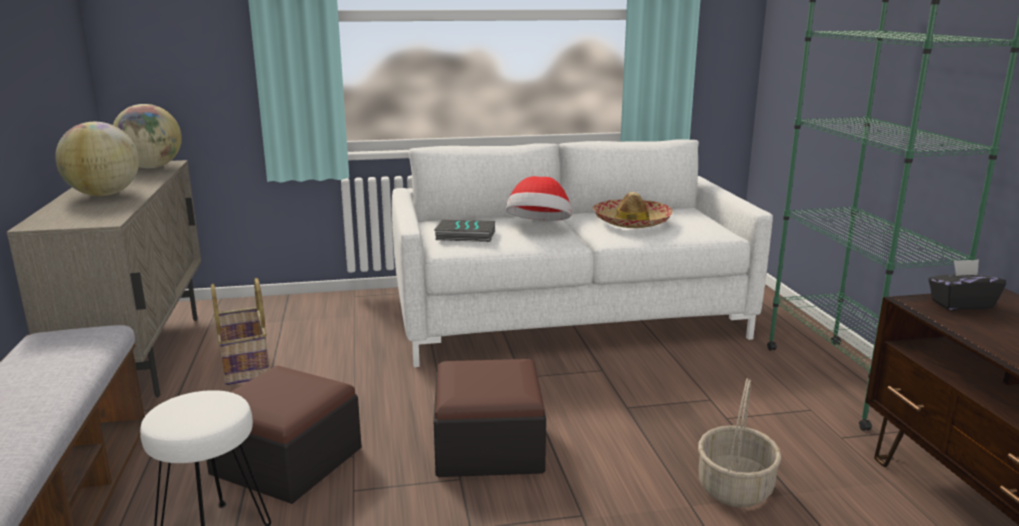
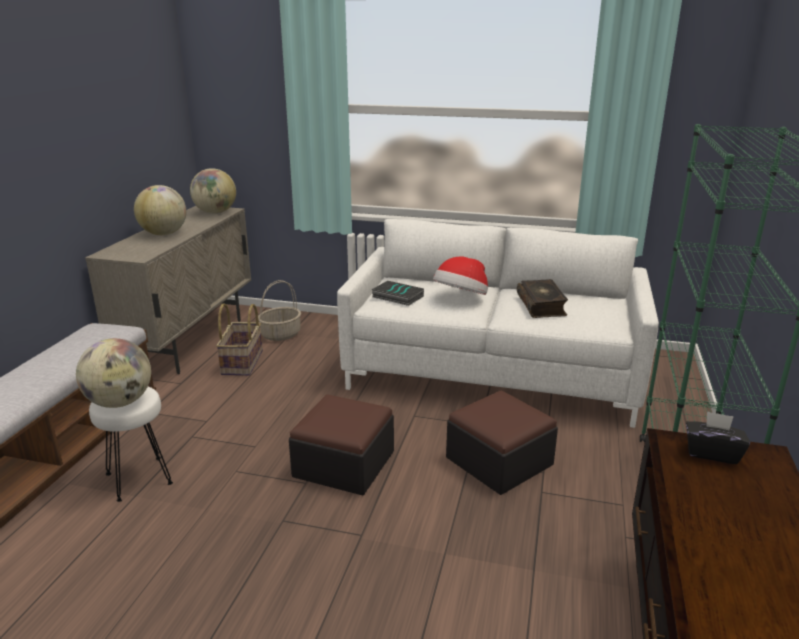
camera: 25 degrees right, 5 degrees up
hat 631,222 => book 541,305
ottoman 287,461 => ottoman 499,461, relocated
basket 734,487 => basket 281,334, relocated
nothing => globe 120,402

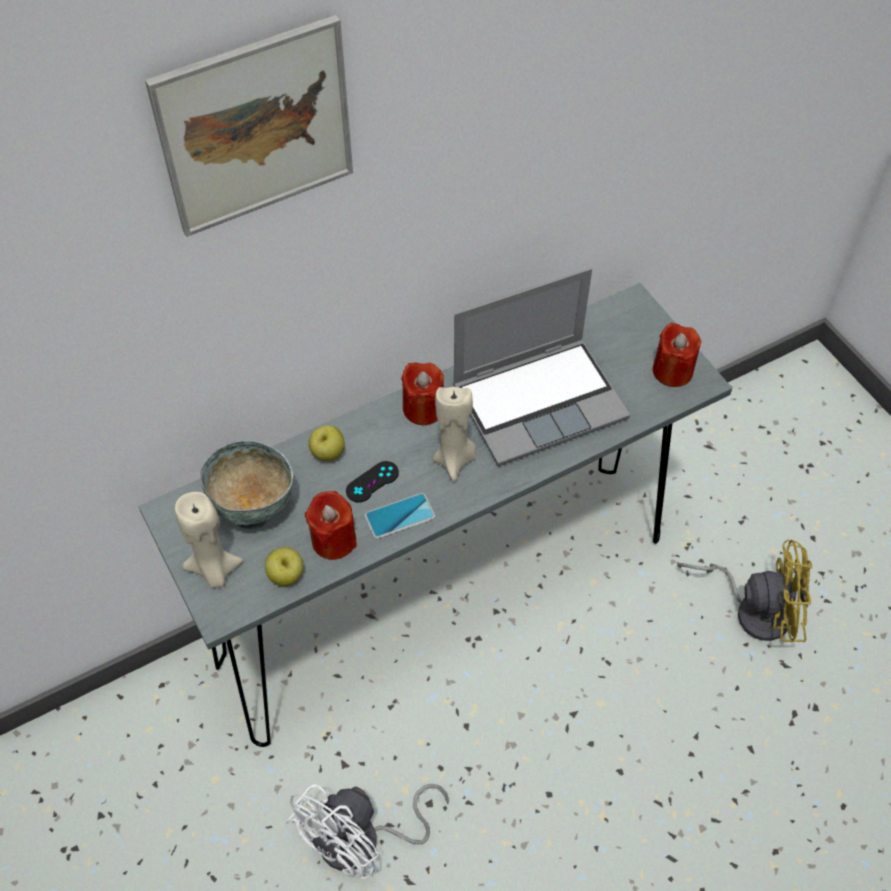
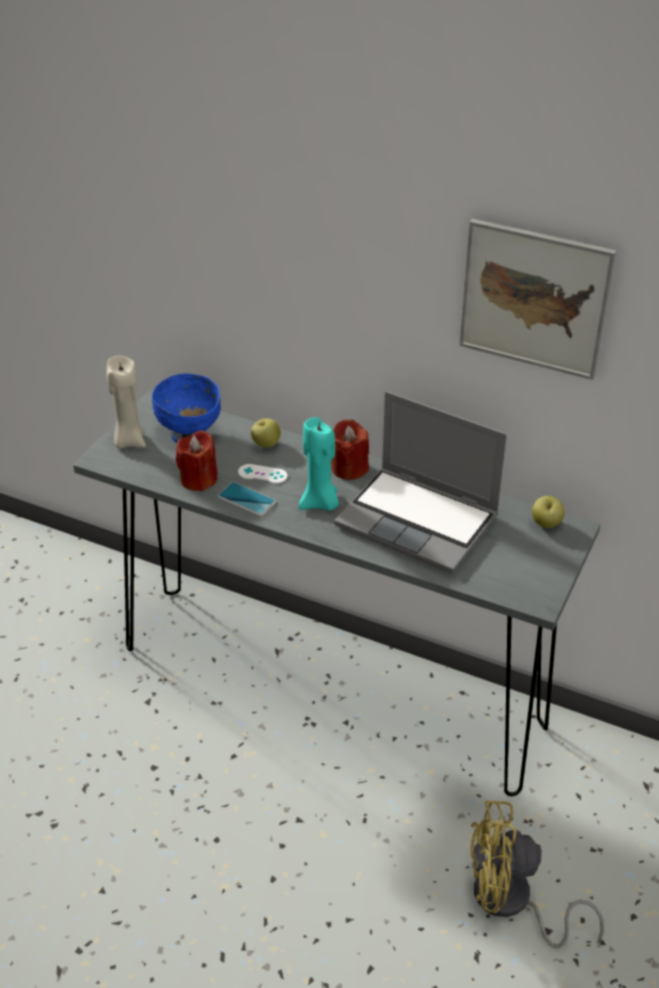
camera: 55 degrees right, 15 degrees down
picture 256,127 => picture 534,299, relocated
red candle 672,371 => nothing
beige candle 454,460 => turquoise candle 320,503
grey bowl 254,509 => blue bowl 190,434
black game controller 372,482 => white game controller 262,474
yellow fan 753,609 => yellow fan 511,903, 120 degrees clockwise
apple 286,575 => apple 546,524, relocated
white fan 362,842 => nothing

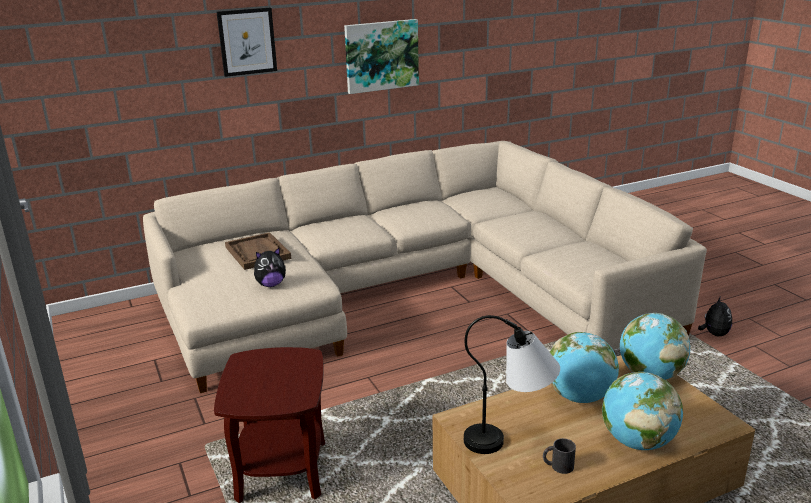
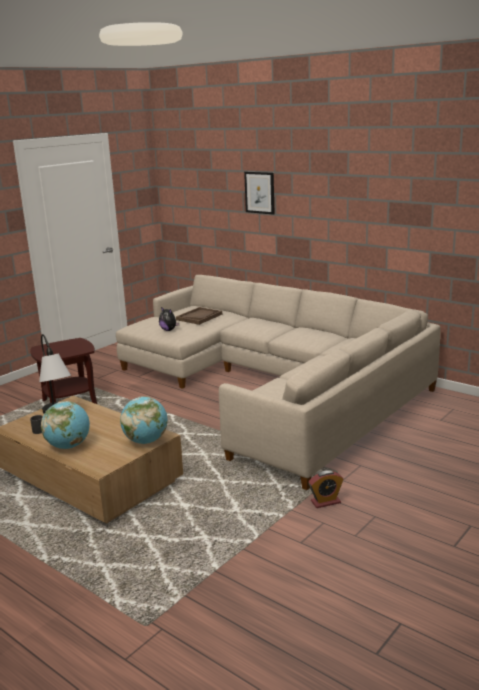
camera: 65 degrees right, 5 degrees down
picture 381,55 => nothing
plush toy 714,334 => alarm clock 325,502
globe 579,397 => nothing

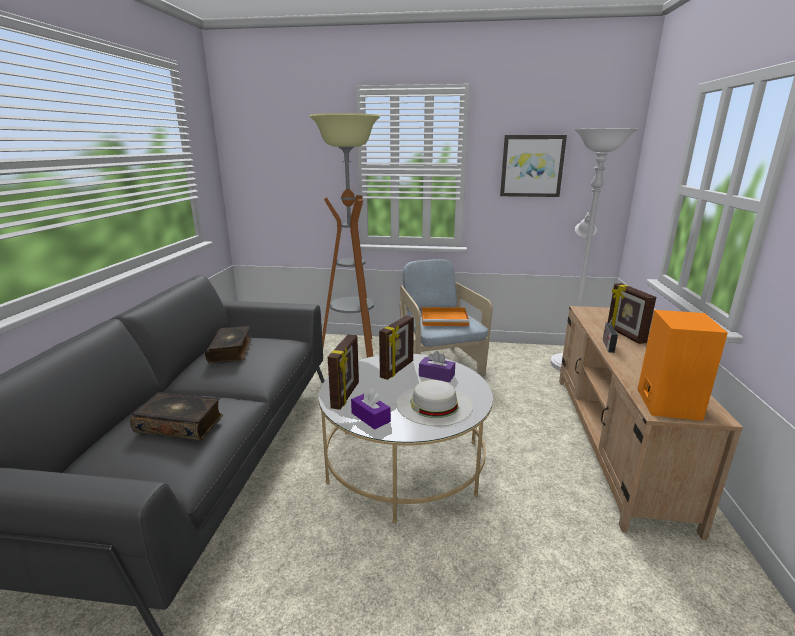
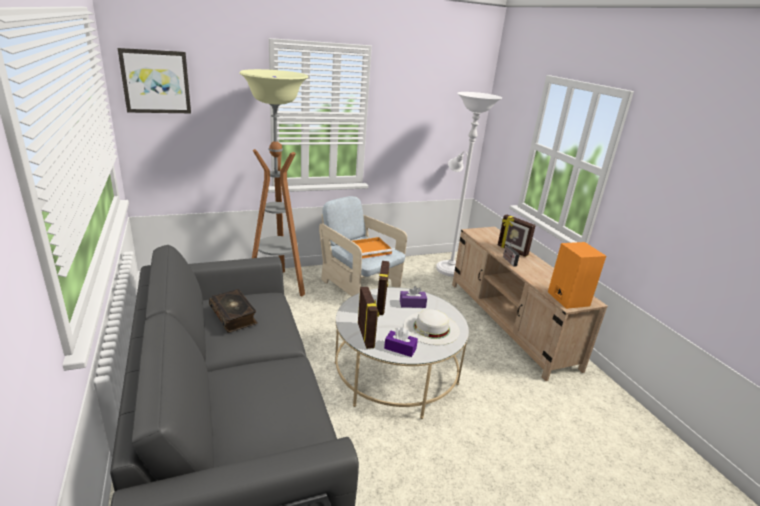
camera: 30 degrees left, 5 degrees up
picture 532,166 => picture 156,81, relocated
book 180,424 => nothing

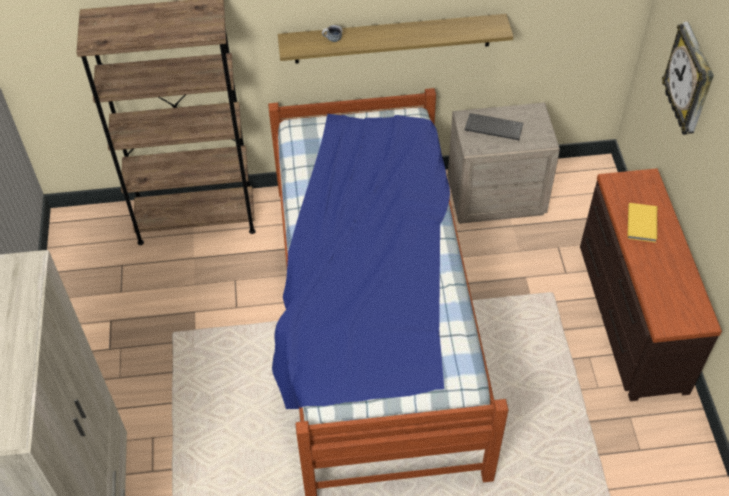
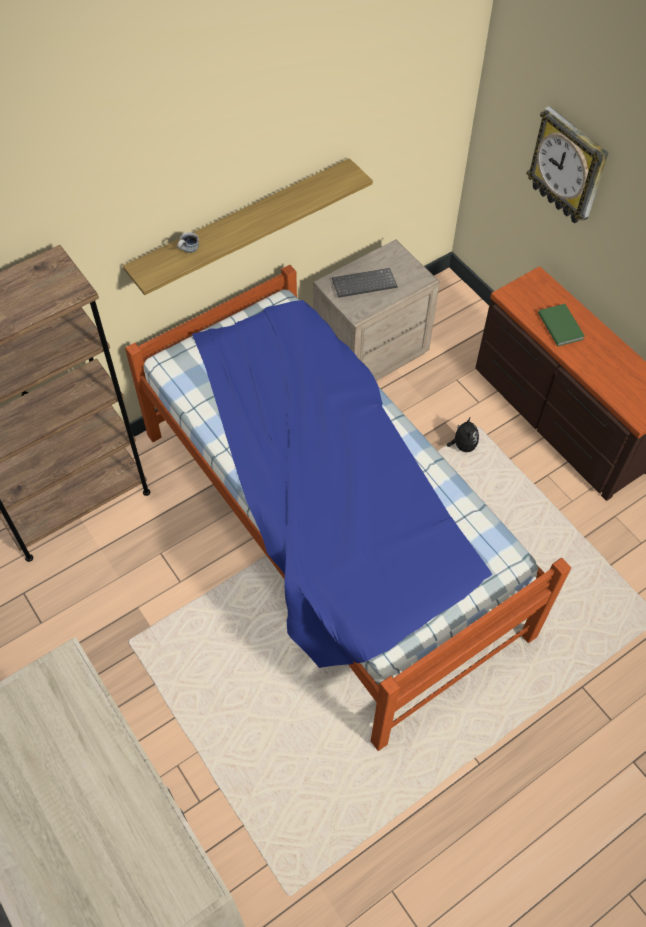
camera: 30 degrees left, 5 degrees up
yellow book 643,223 => green book 561,325
nothing => plush toy 463,445

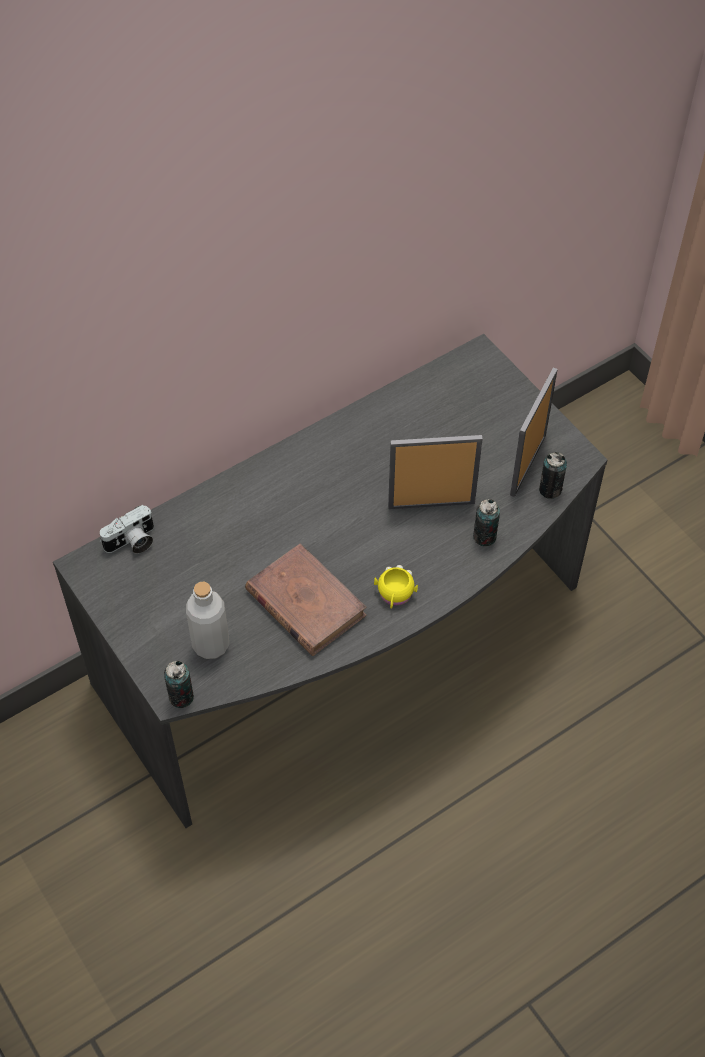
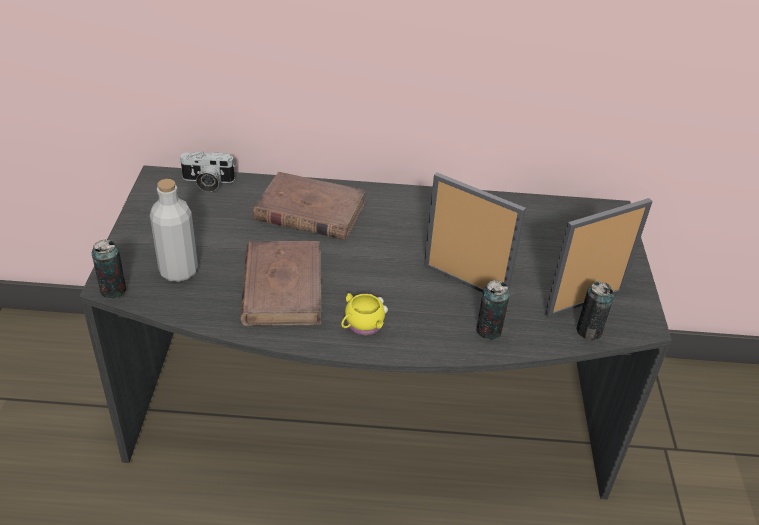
camera: 35 degrees right, 15 degrees down
nothing => brown book 309,211

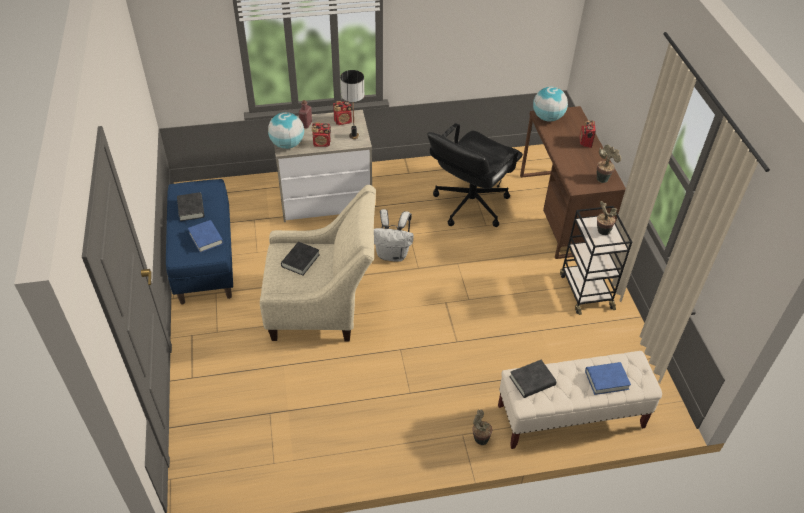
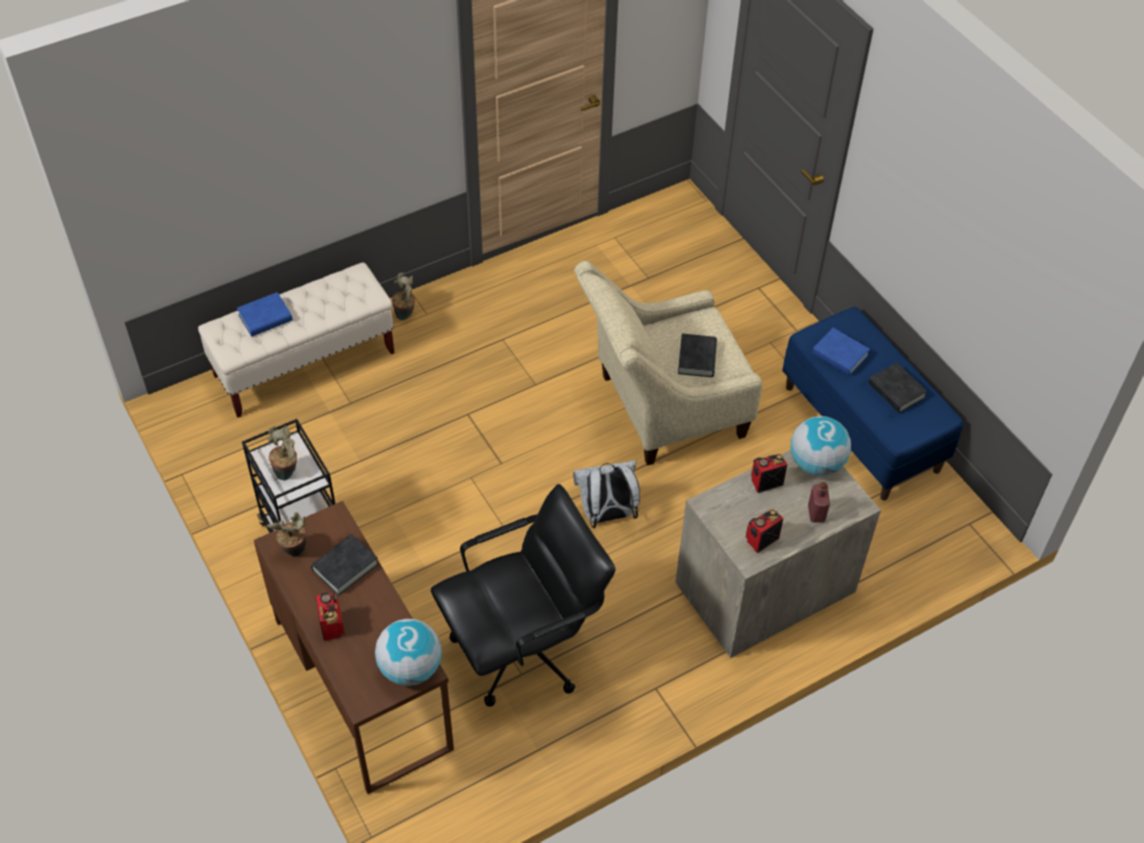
camera: 160 degrees right, 5 degrees up
table lamp 353,136 => nothing
black office chair 469,204 => black office chair 523,649, 45 degrees clockwise
black book 532,381 => black book 345,567, relocated

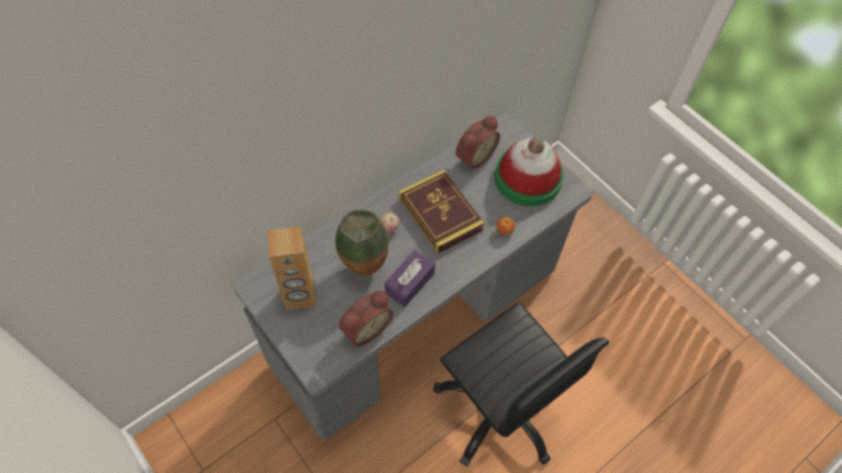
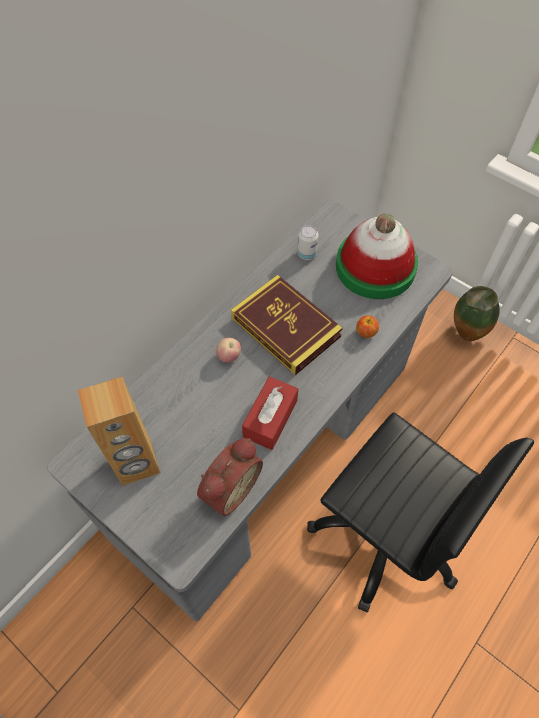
camera: 10 degrees left, 0 degrees up
alarm clock 473,156 => can 306,254
vase 363,267 => vase 464,336, relocated
purple tissue box 409,283 => red tissue box 270,418

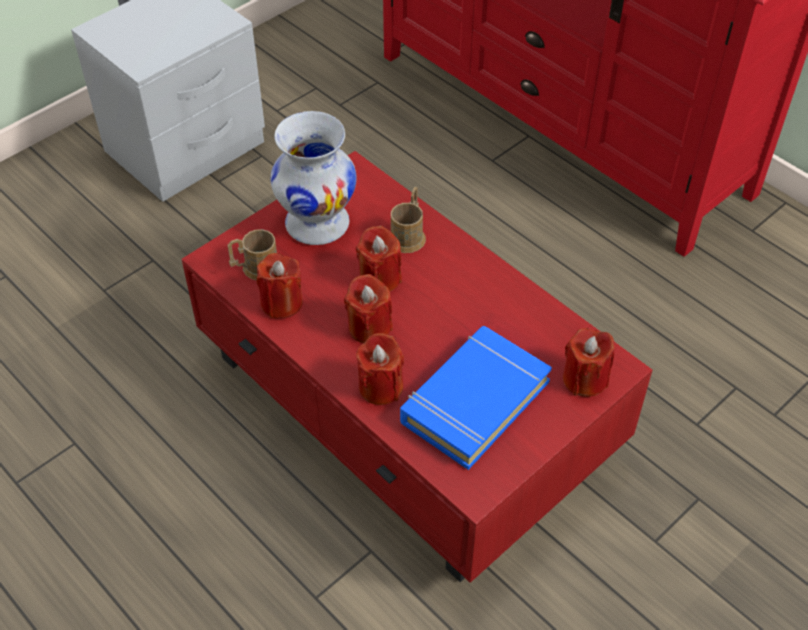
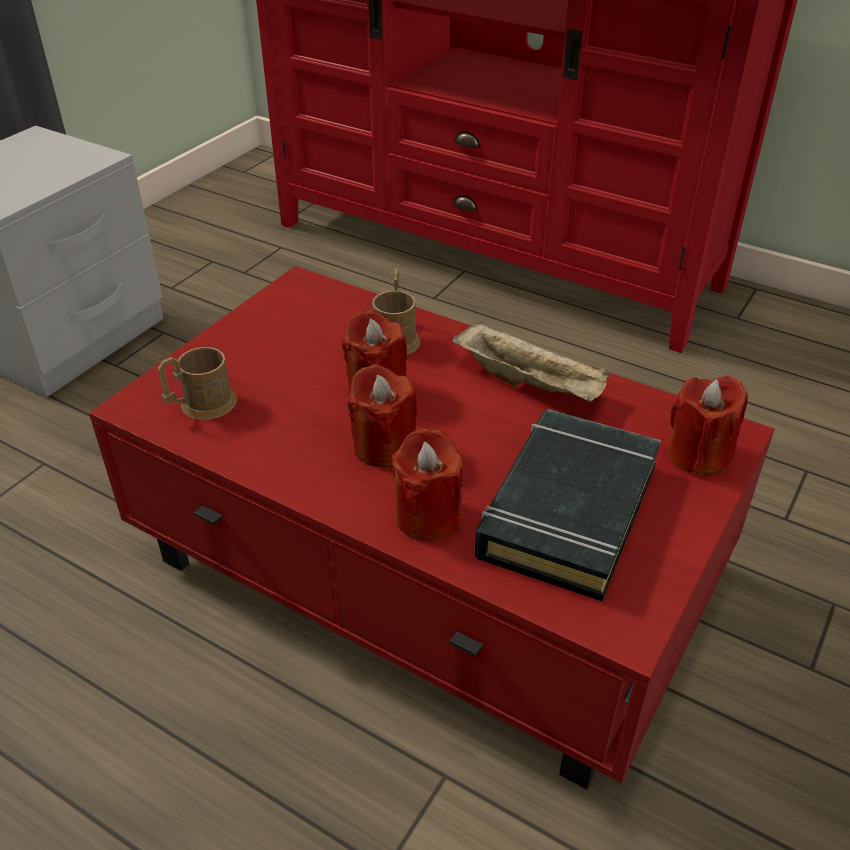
camera: 15 degrees left, 10 degrees down
white vase 317,222 => nothing
red candle 281,303 => nothing
blue book 474,402 => black book 567,510
nothing => beige tray 530,384

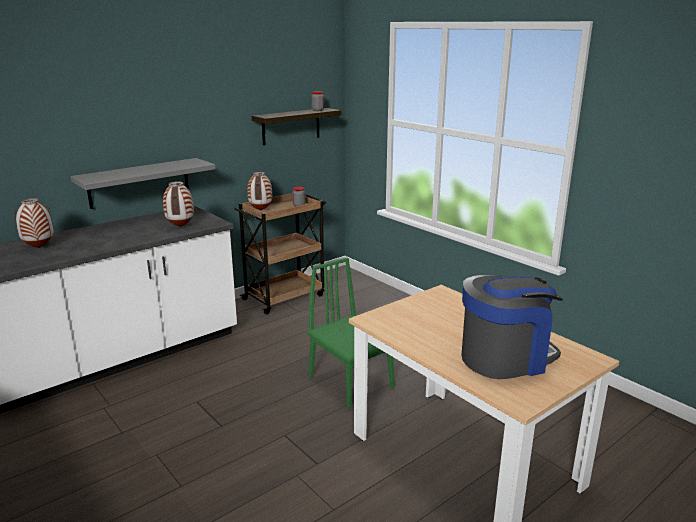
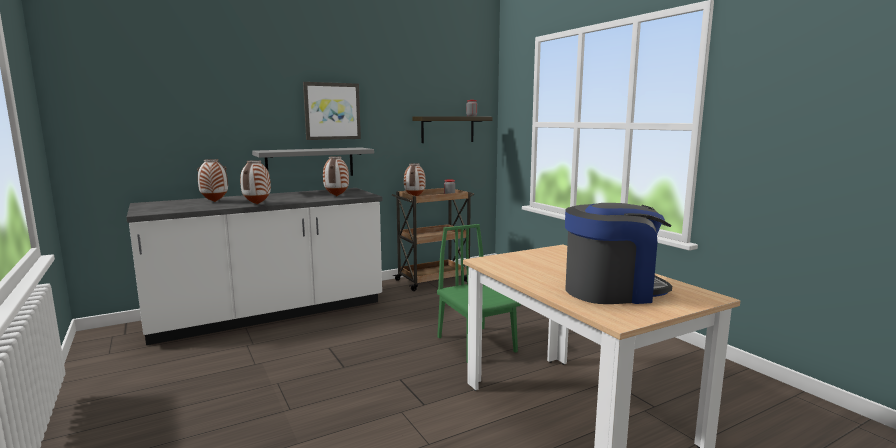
camera: 10 degrees right, 10 degrees down
nothing => picture 332,111
nothing => vase 257,204

